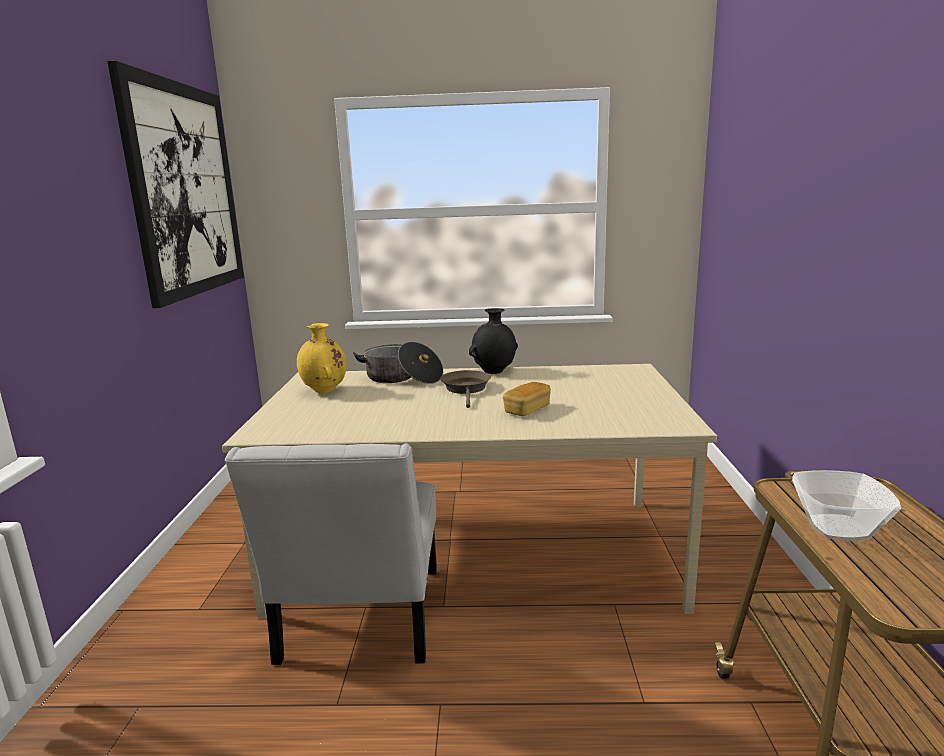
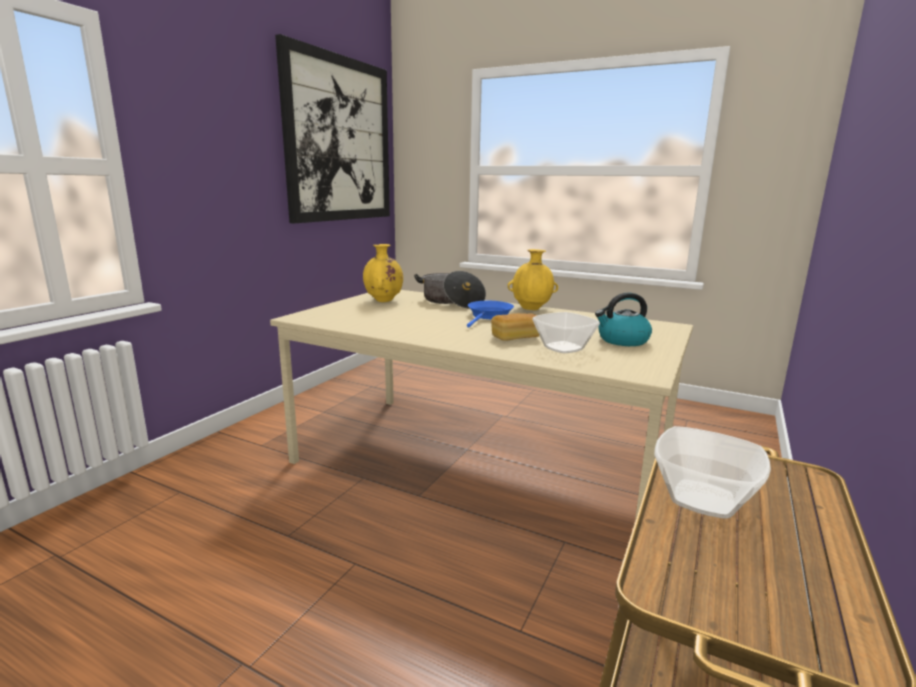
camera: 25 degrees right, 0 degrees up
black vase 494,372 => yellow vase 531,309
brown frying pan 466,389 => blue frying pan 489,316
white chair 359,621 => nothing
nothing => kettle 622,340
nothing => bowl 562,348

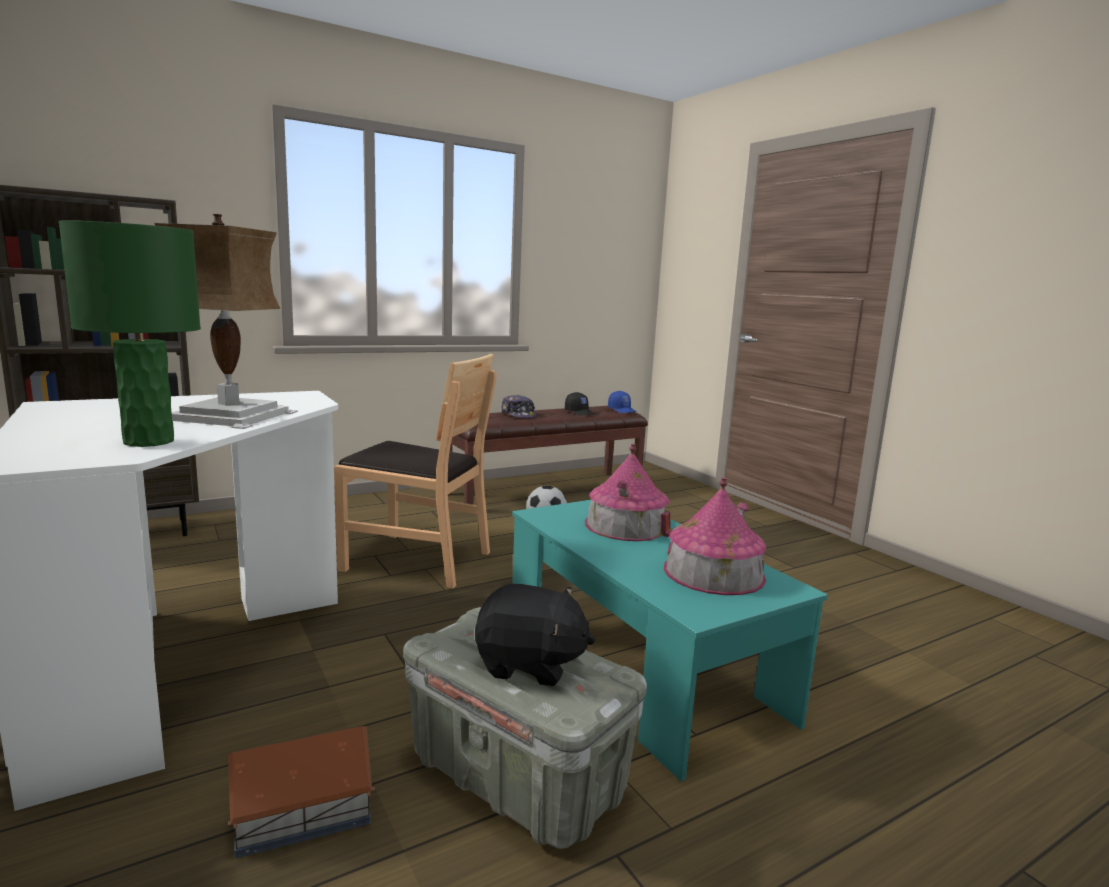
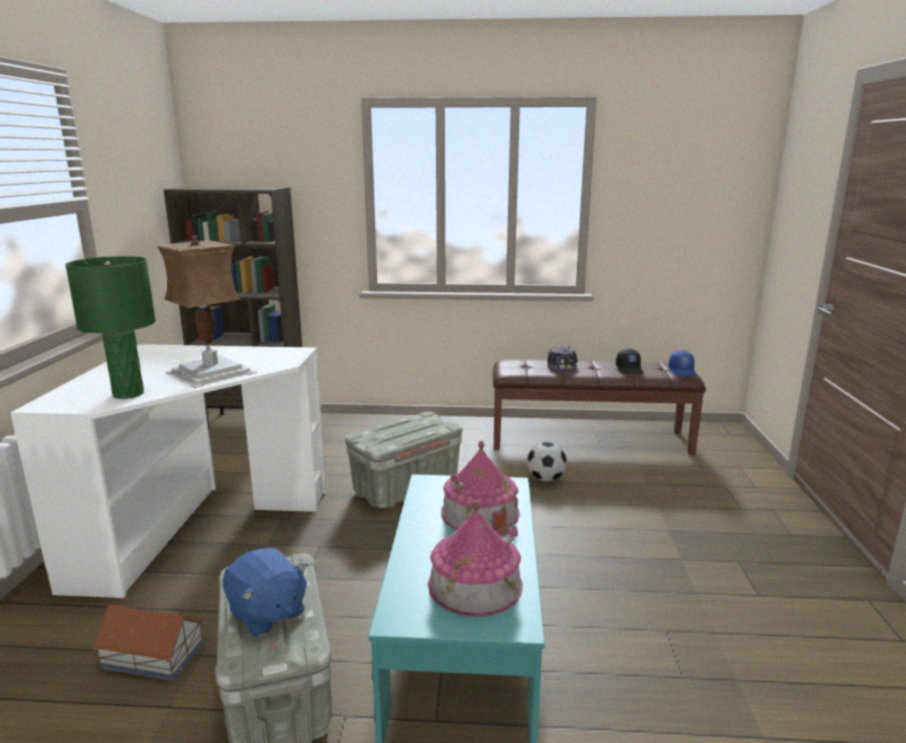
camera: 35 degrees right, 5 degrees up
brown chair 417,560 => grey storage box 405,488
black plush toy 530,664 => blue plush toy 266,613

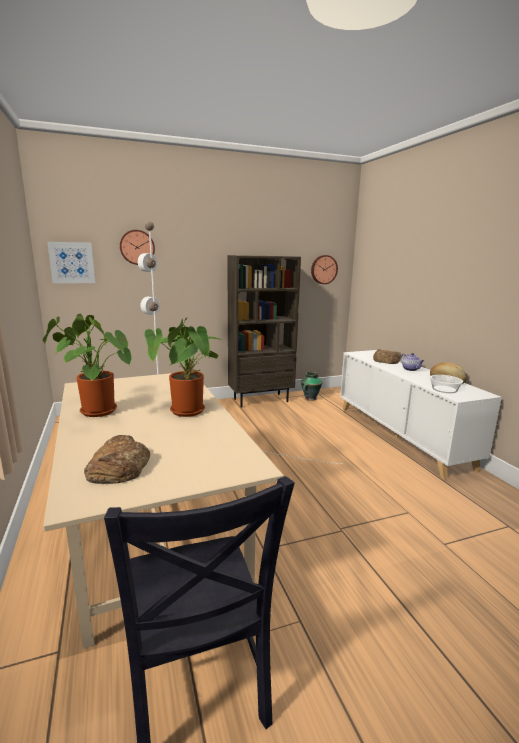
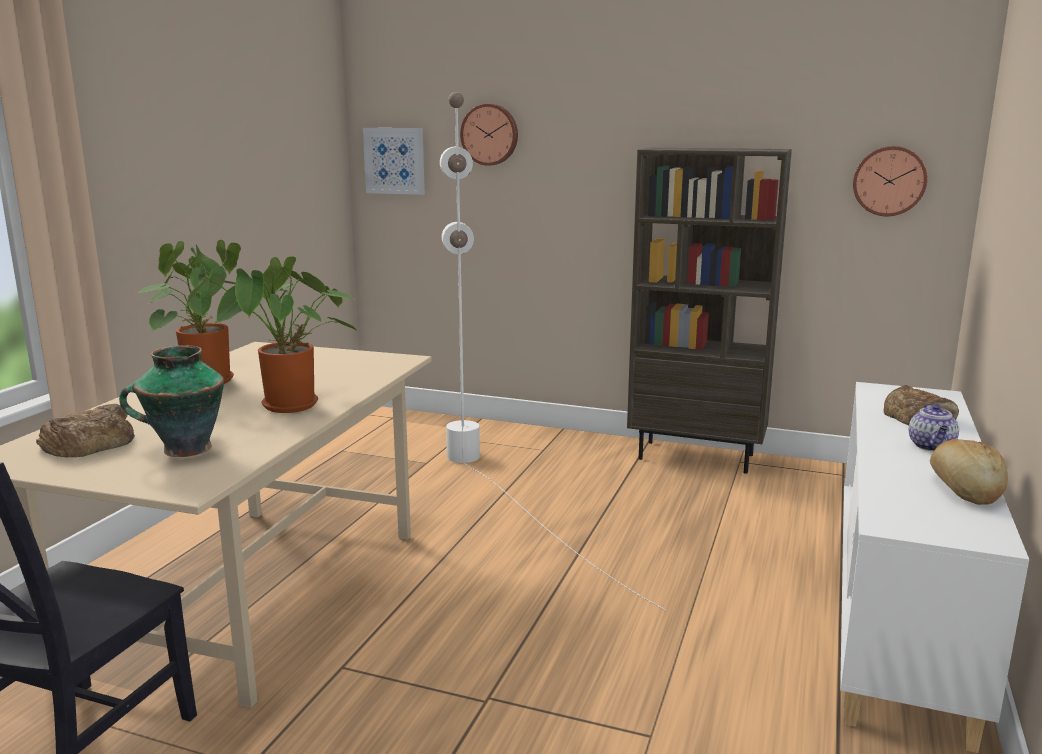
camera: 40 degrees right, 0 degrees up
vase 310,399 => vase 184,449, relocated
bowl 444,389 => nothing

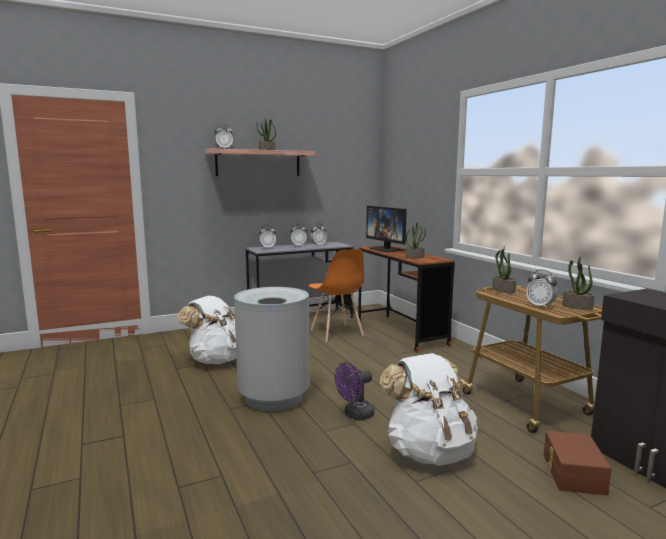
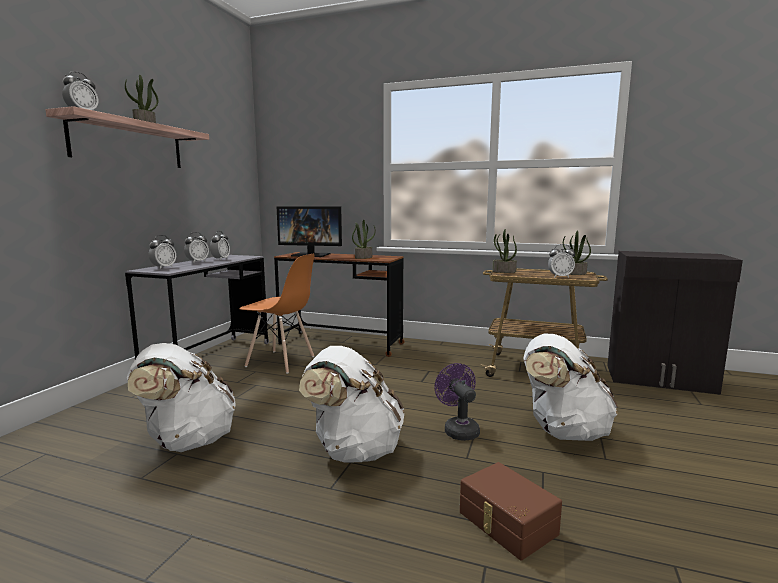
camera: 45 degrees left, 0 degrees up
grey trash can 274,397 => white backpack 354,450
purple fan 355,415 => purple fan 458,429, 150 degrees clockwise
brown storage box 572,473 => brown storage box 506,524, relocated

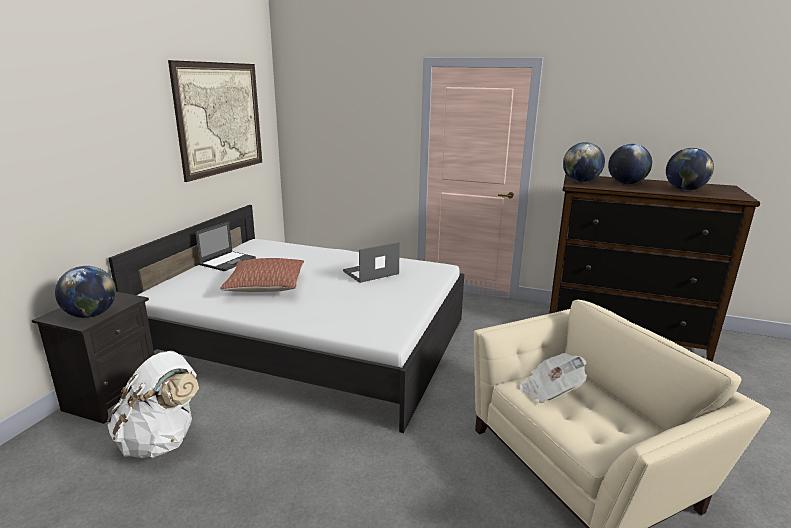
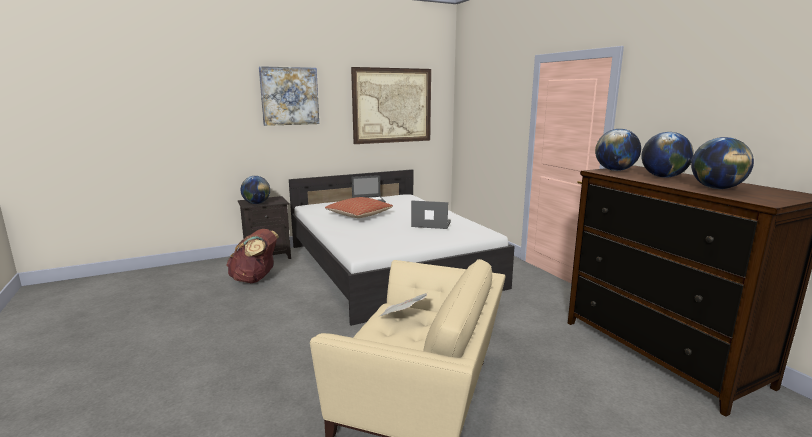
camera: 45 degrees right, 5 degrees down
white backpack 161,440 => brown backpack 255,279
nothing => picture 289,96

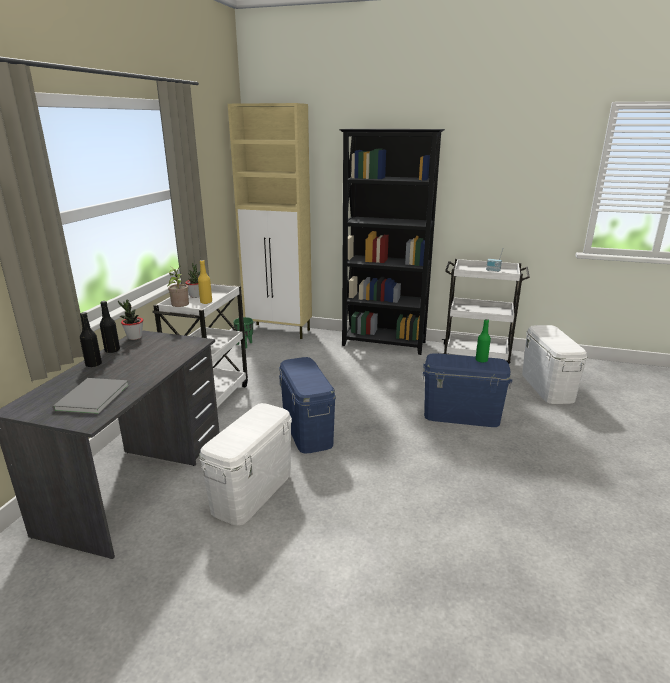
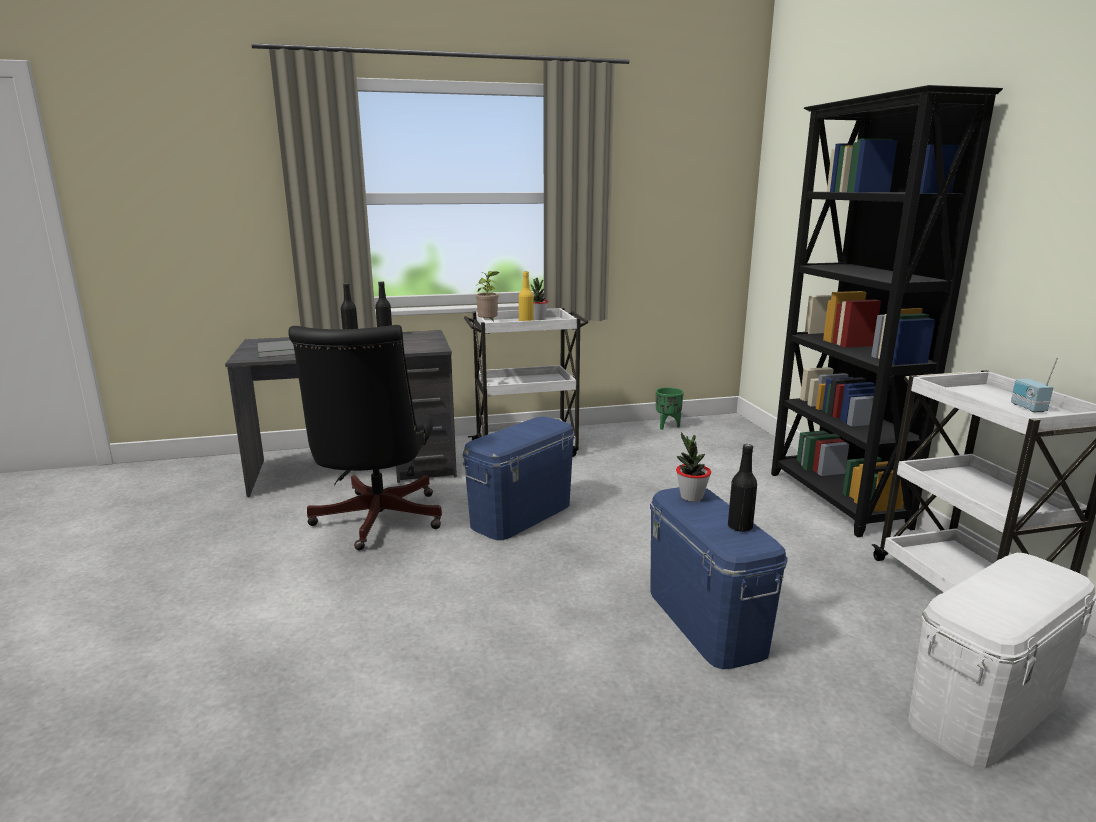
camera: 60 degrees right, 5 degrees down
beige cabinet 279,331 => nothing
potted plant 134,337 => potted plant 691,497, relocated
green bottle 481,360 => black bottle 740,527
white storage box 252,492 => black office chair 375,522

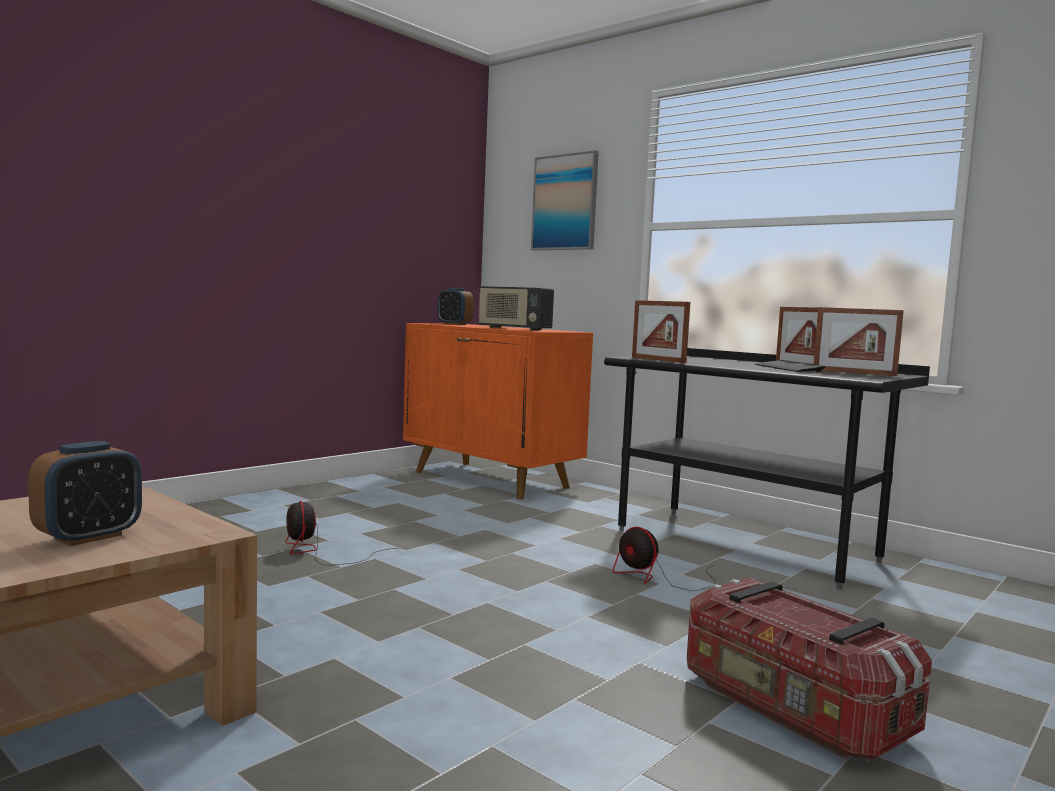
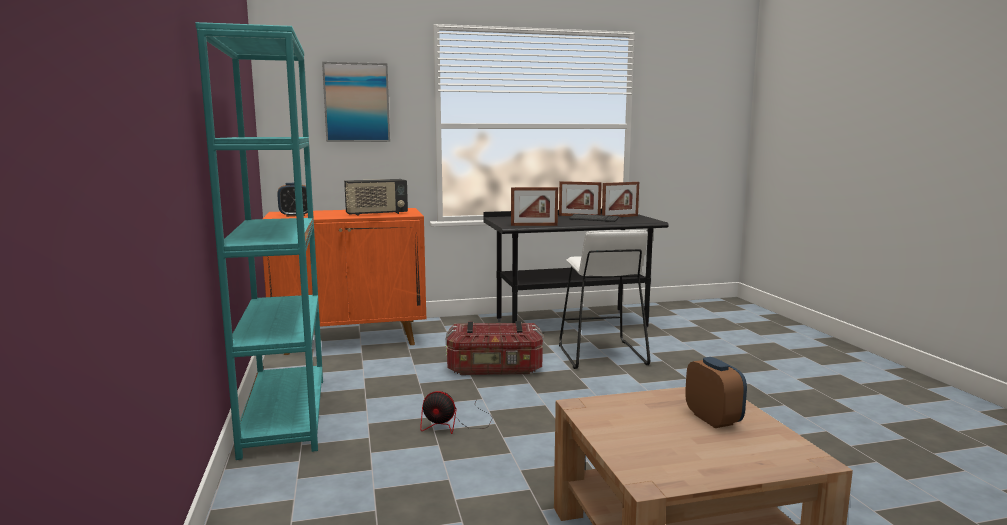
camera: 55 degrees left, 5 degrees up
fan 659,578 => white stool 600,354
storage box 791,709 => storage box 494,369, relocated
nothing => turquoise bookcase 285,415

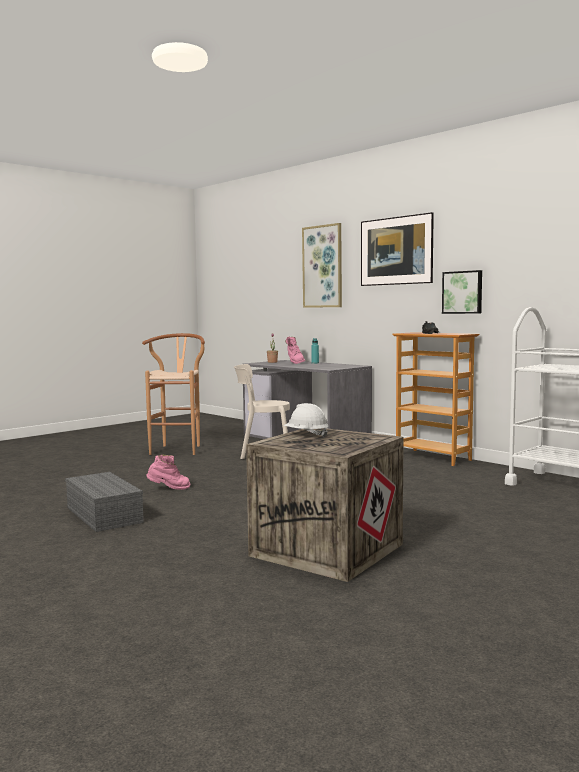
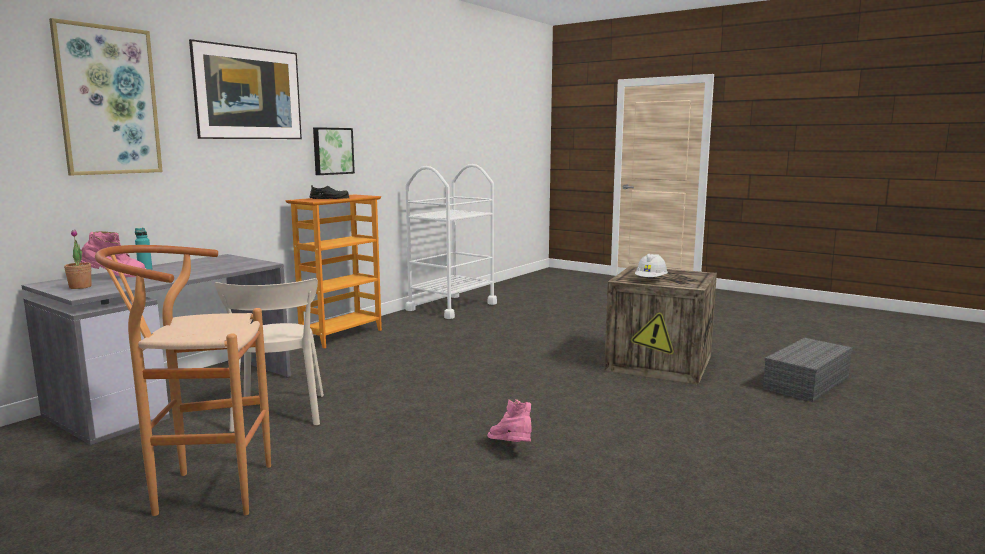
camera: 100 degrees left, 5 degrees up
grey storage box 105,515 => grey storage box 806,382, relocated

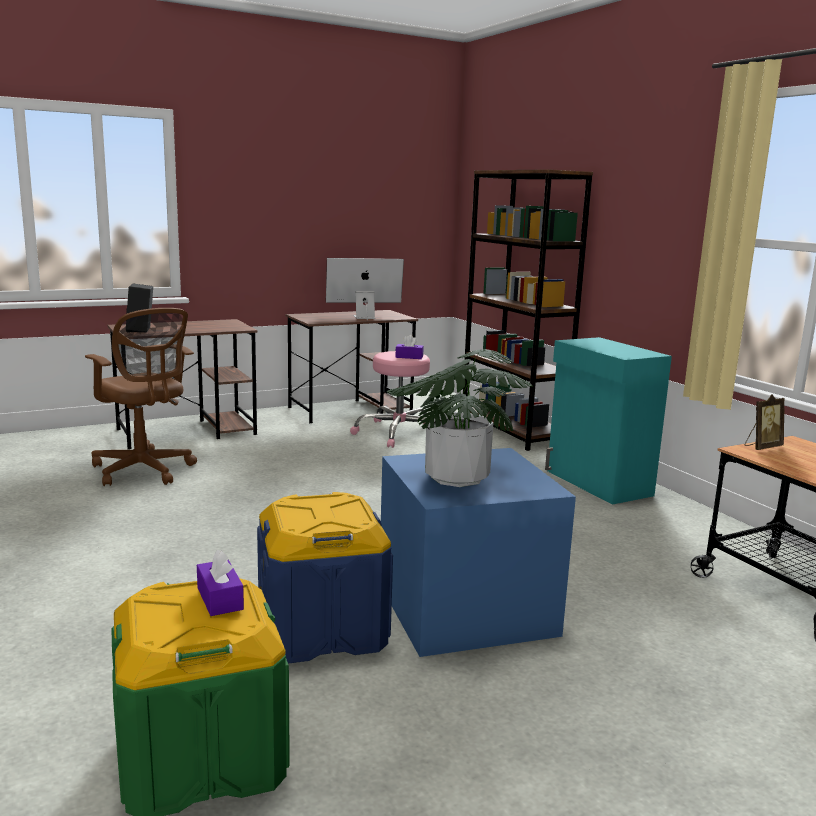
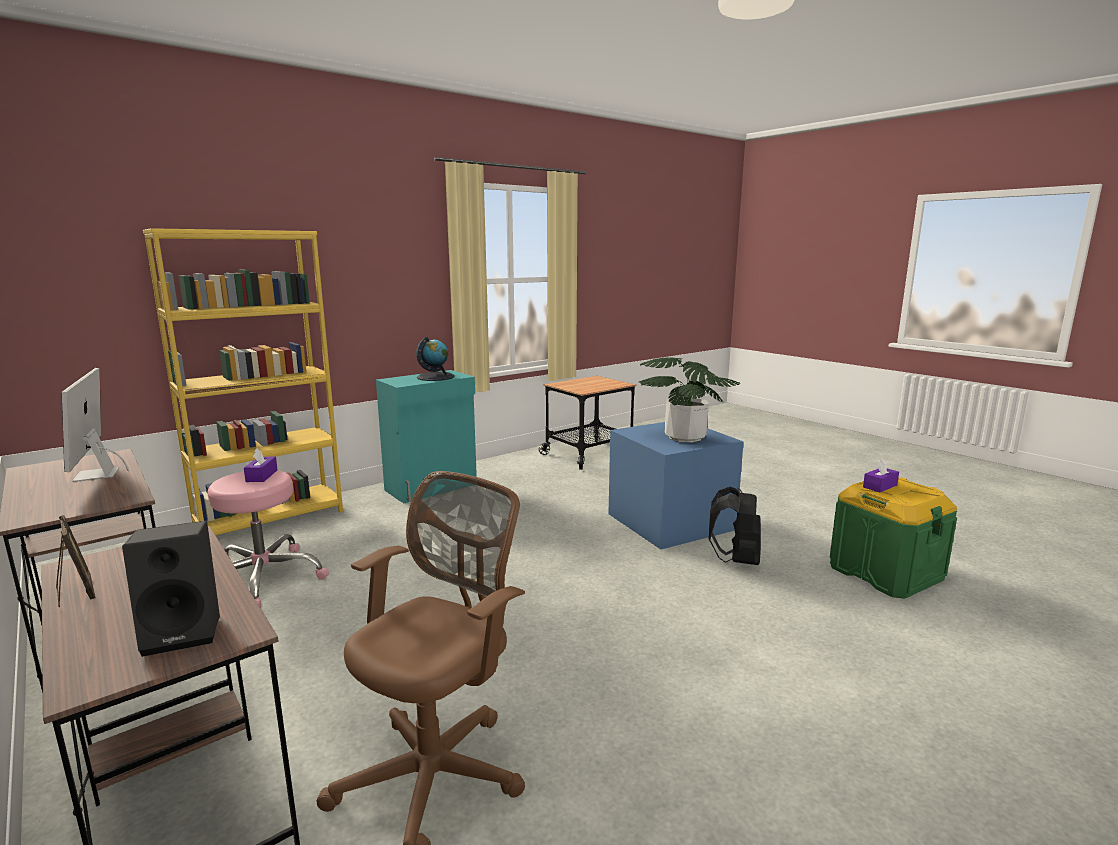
camera: 100 degrees left, 0 degrees up
brown bookcase 512,431 => yellow bookcase 270,519
picture frame 762,447 => picture frame 76,594, relocated
blue storage box 322,628 => black backpack 737,560
nothing => globe 435,377

